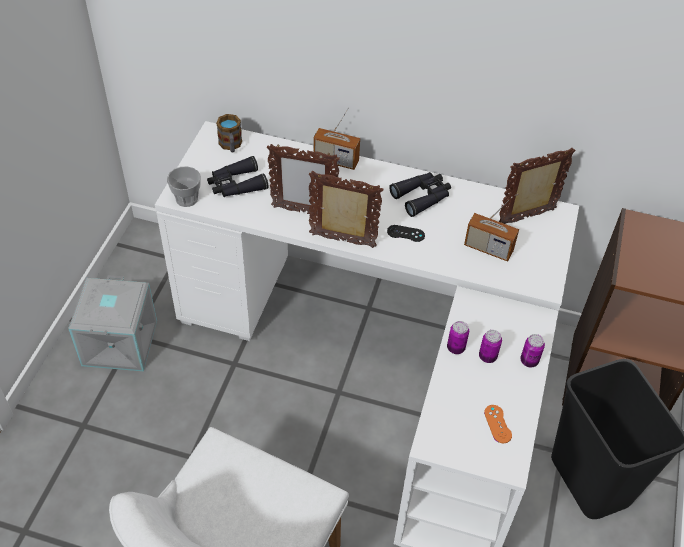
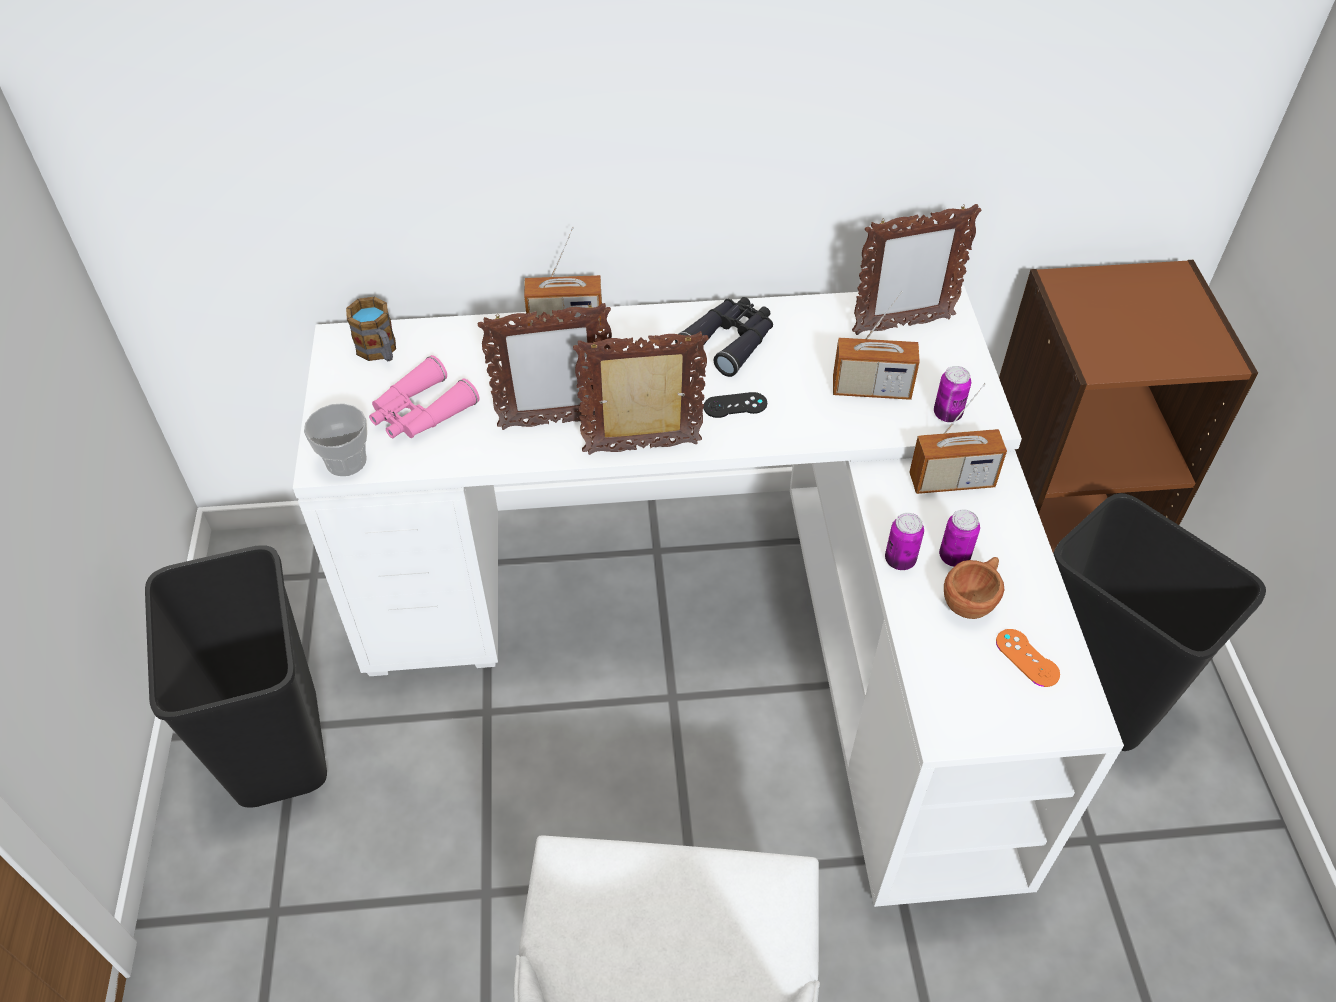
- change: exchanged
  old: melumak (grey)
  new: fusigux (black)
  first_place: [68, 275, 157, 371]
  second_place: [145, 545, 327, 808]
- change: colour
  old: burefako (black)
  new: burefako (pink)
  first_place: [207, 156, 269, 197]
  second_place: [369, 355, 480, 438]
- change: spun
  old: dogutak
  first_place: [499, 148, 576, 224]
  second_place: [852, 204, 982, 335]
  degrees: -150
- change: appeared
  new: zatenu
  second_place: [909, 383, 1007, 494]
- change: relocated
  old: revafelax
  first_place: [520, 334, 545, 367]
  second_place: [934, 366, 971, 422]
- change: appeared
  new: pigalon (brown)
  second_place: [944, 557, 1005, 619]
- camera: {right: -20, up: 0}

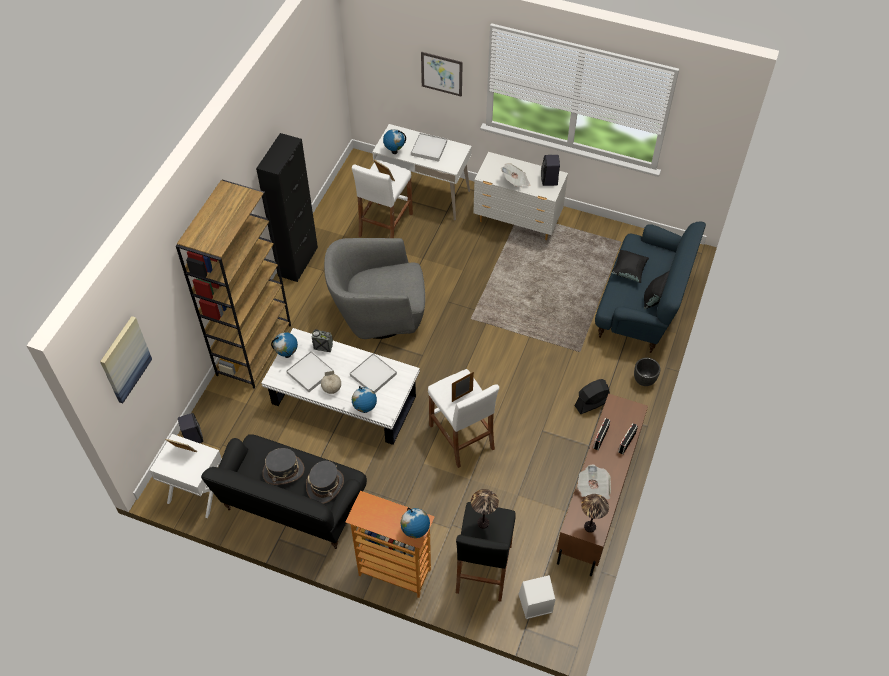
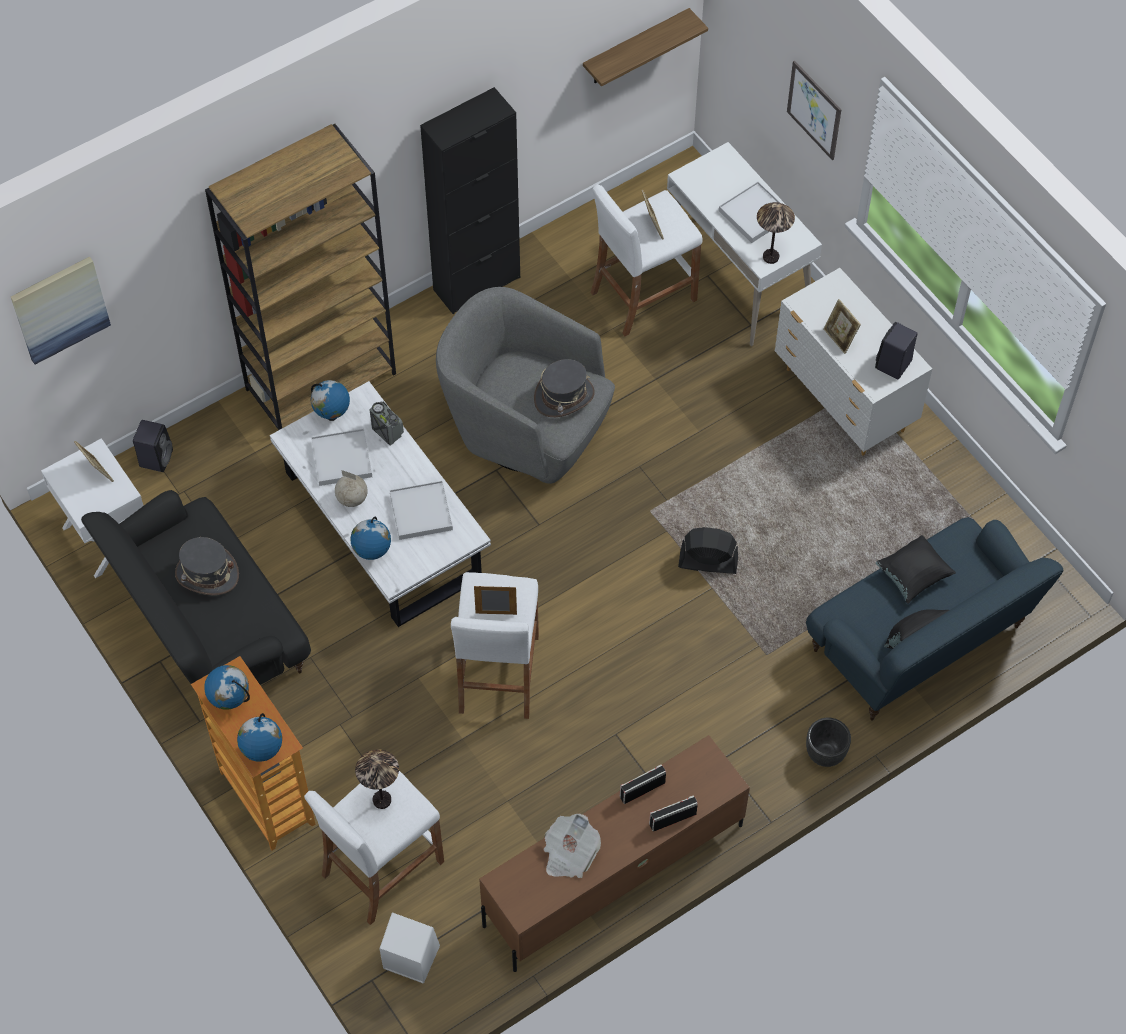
- change: relocated
  old: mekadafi
  first_place: [383, 129, 406, 154]
  second_place: [204, 665, 250, 710]
- change: colour
  old: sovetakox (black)
  new: sovetakox (white)
  first_place: [456, 502, 516, 602]
  second_place: [305, 771, 444, 925]
- change: relocated
  old: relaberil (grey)
  first_place: [306, 461, 344, 504]
  second_place: [534, 359, 595, 417]
- change: appeared
  new: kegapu
  second_place: [583, 8, 708, 87]
- change: relocated
  old: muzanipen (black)
  first_place: [574, 379, 610, 414]
  second_place: [678, 527, 738, 574]
- change: relocated
  old: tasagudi
  first_place: [581, 494, 609, 533]
  second_place: [757, 202, 795, 264]
- change: exchanged
  old: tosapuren
  new: dogutak
  first_place: [501, 163, 530, 187]
  second_place: [823, 299, 861, 354]
- camera: {right: 35, up: 5}

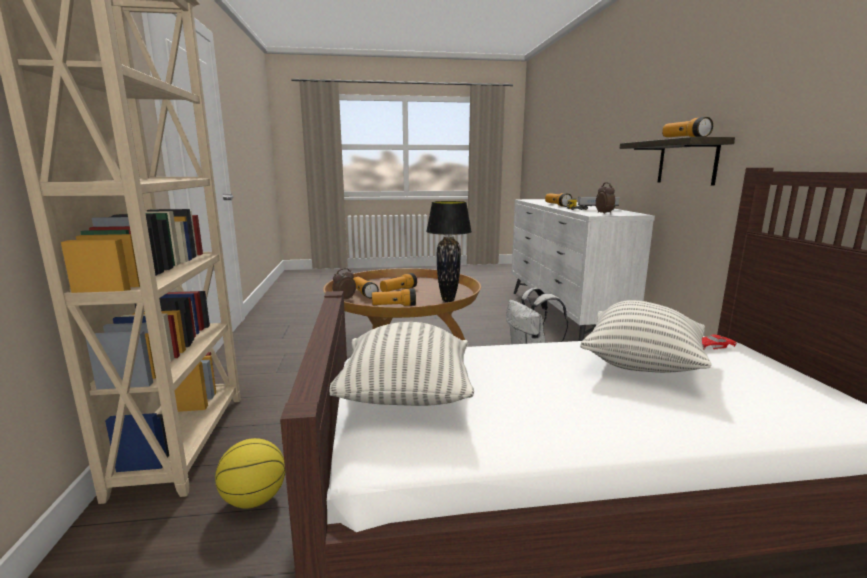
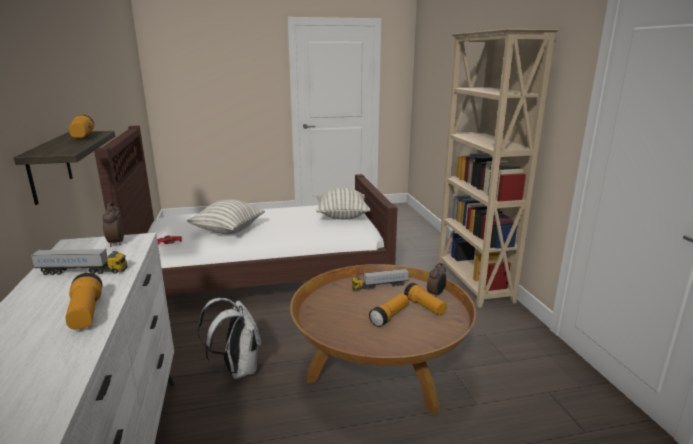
- change: exchanged
  old: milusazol
  new: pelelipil
  first_place: [372, 289, 416, 306]
  second_place: [352, 269, 409, 291]
- change: missing
  old: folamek
  first_place: [215, 438, 285, 508]
- change: missing
  old: tasagudi (black)
  first_place: [426, 201, 472, 302]
- camera: {right: 175, up: 5}

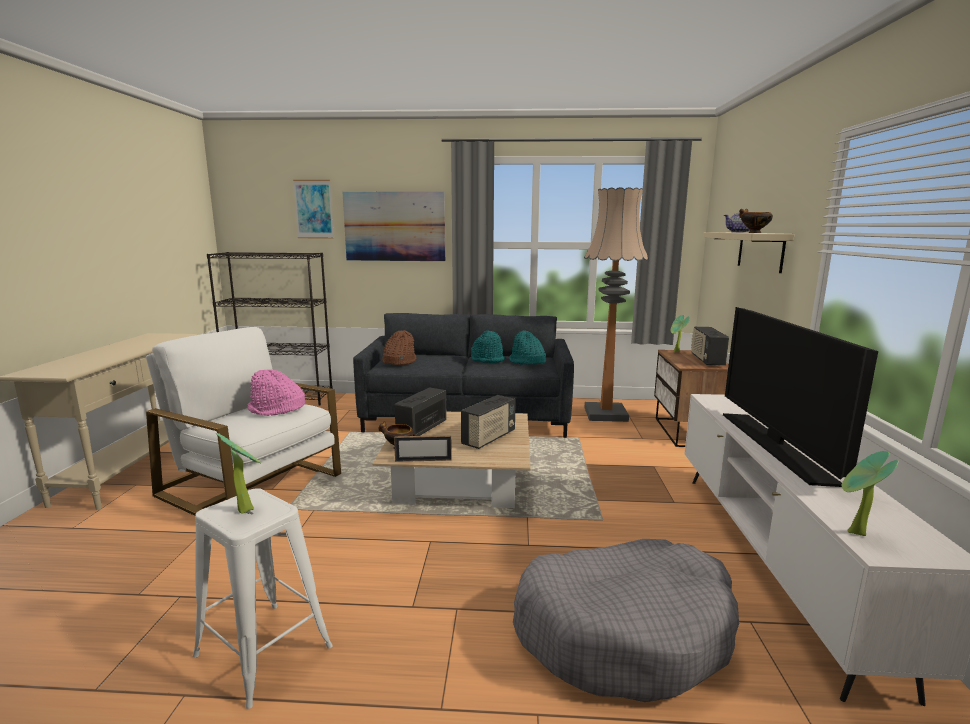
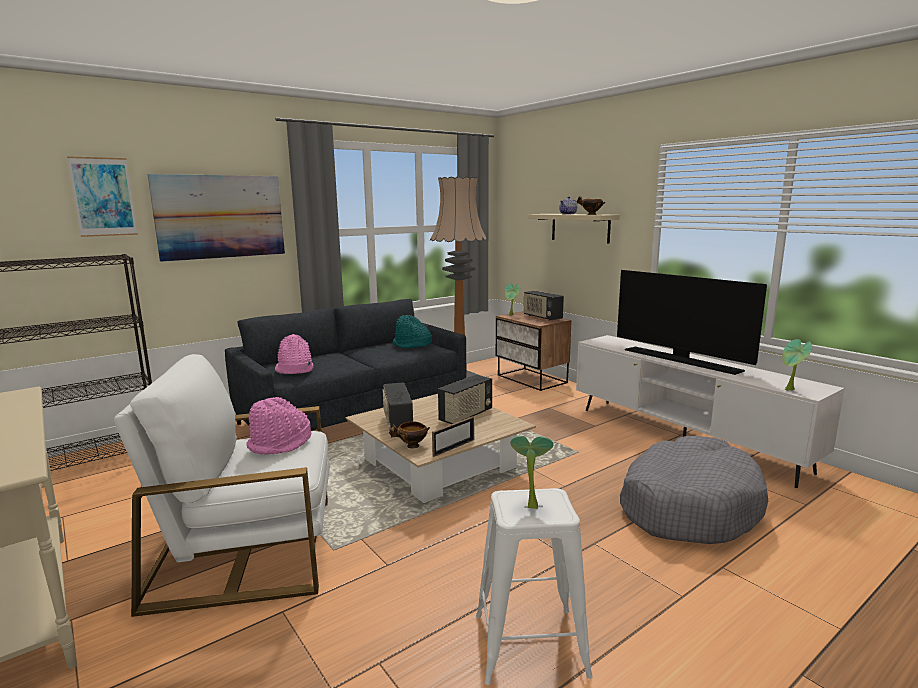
- change: colour
  old: relaberil (brown)
  new: relaberil (pink)
  first_place: [382, 330, 416, 365]
  second_place: [275, 334, 314, 374]
- change: spun
  old: zatenu
  first_place: [461, 395, 516, 449]
  second_place: [438, 375, 492, 424]
  degrees: 45
- change: missing
  old: relaberil (turquoise)
  first_place: [471, 330, 506, 363]
- camera: {right: -40, up: 0}

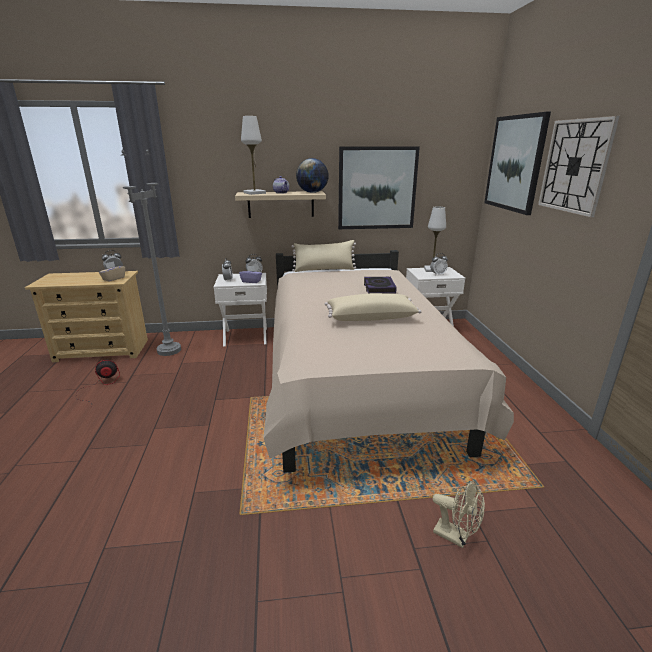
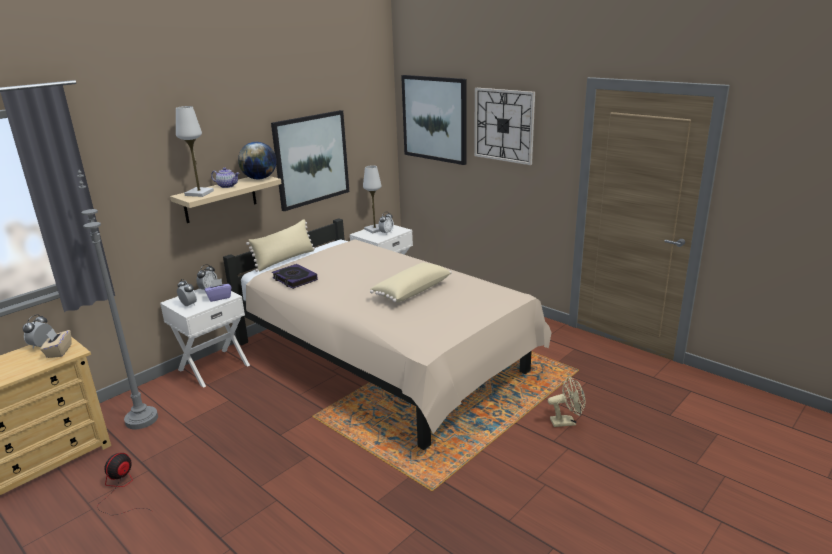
- change: relocated
  old: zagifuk
  first_place: [364, 277, 397, 294]
  second_place: [272, 264, 318, 289]
- camera: {right: -40, up: 0}

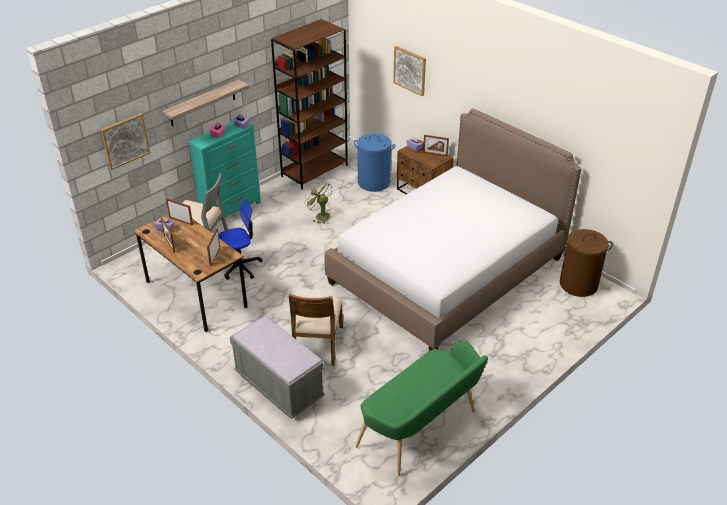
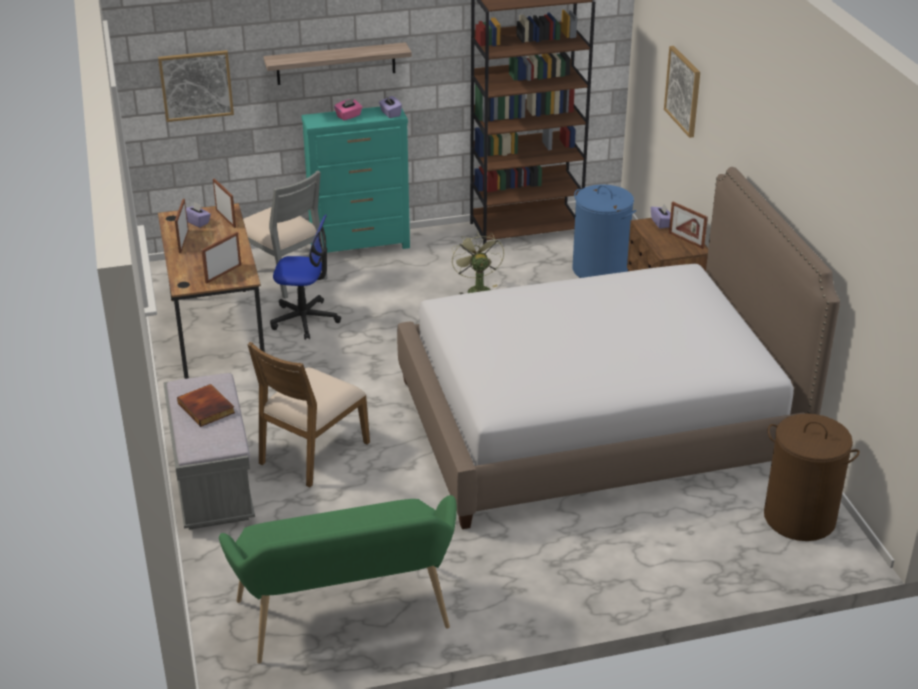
- change: appeared
  new: zagifuk
  second_place: [177, 384, 235, 427]
- camera: {right: 30, up: -5}

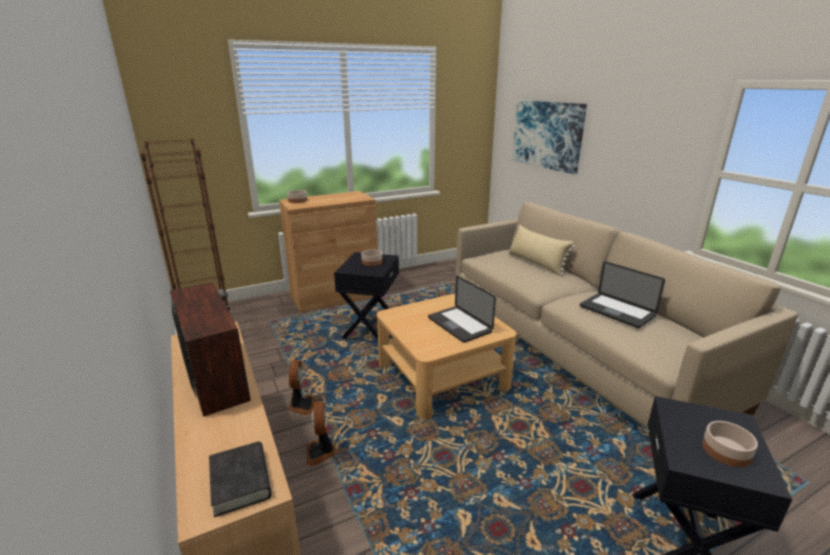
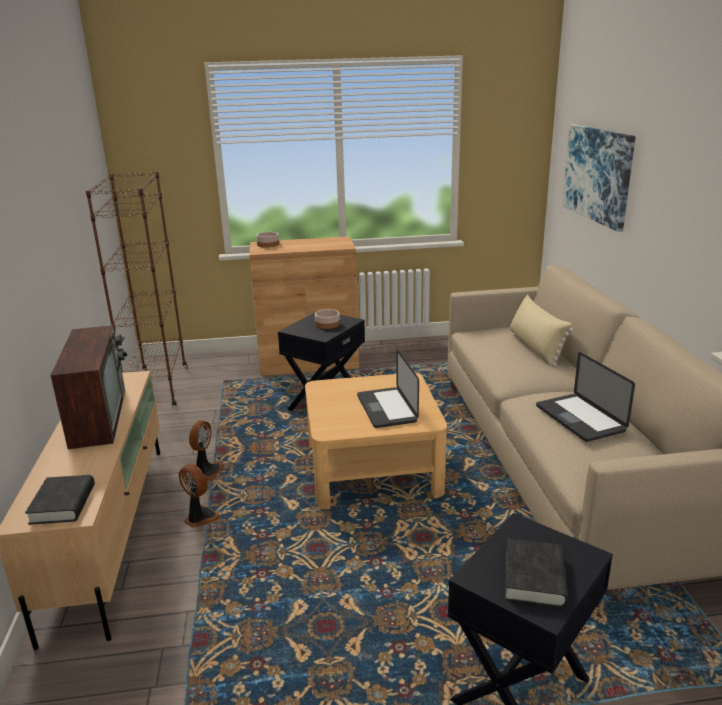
- change: spun
  old: muzanipen
  first_place: [307, 401, 335, 466]
  second_place: [179, 464, 221, 528]
  degrees: 120
- change: exchanged
  old: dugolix
  new: zagifuk (black)
  first_place: [702, 421, 758, 467]
  second_place: [505, 538, 568, 608]
- camera: {right: 20, up: 0}

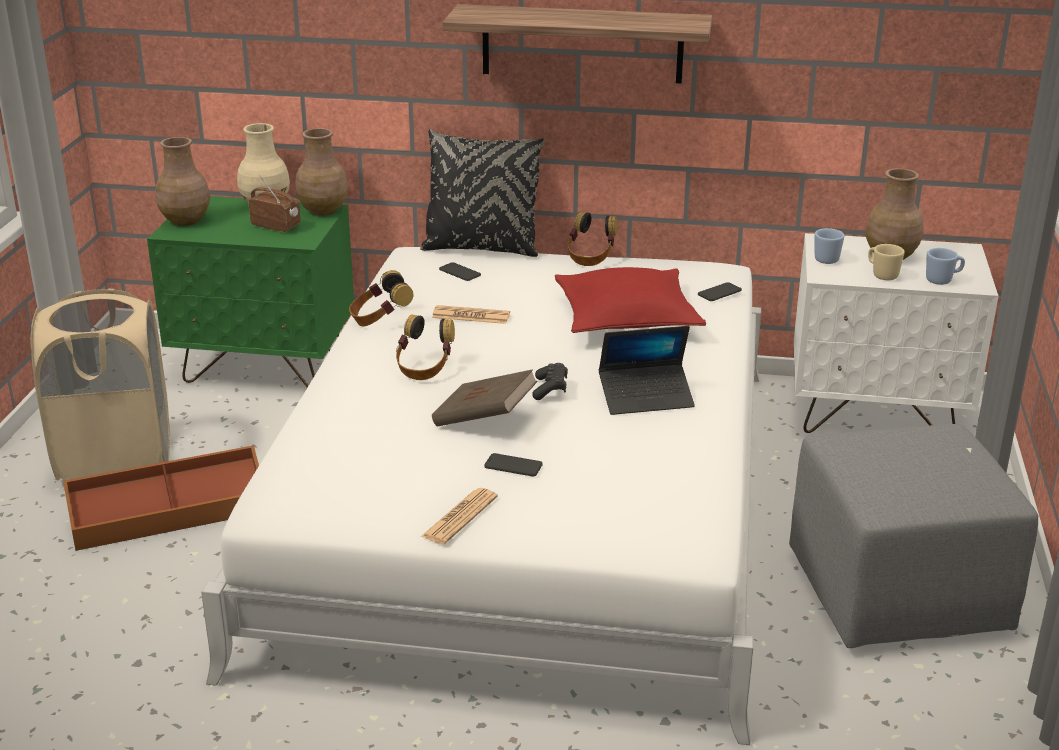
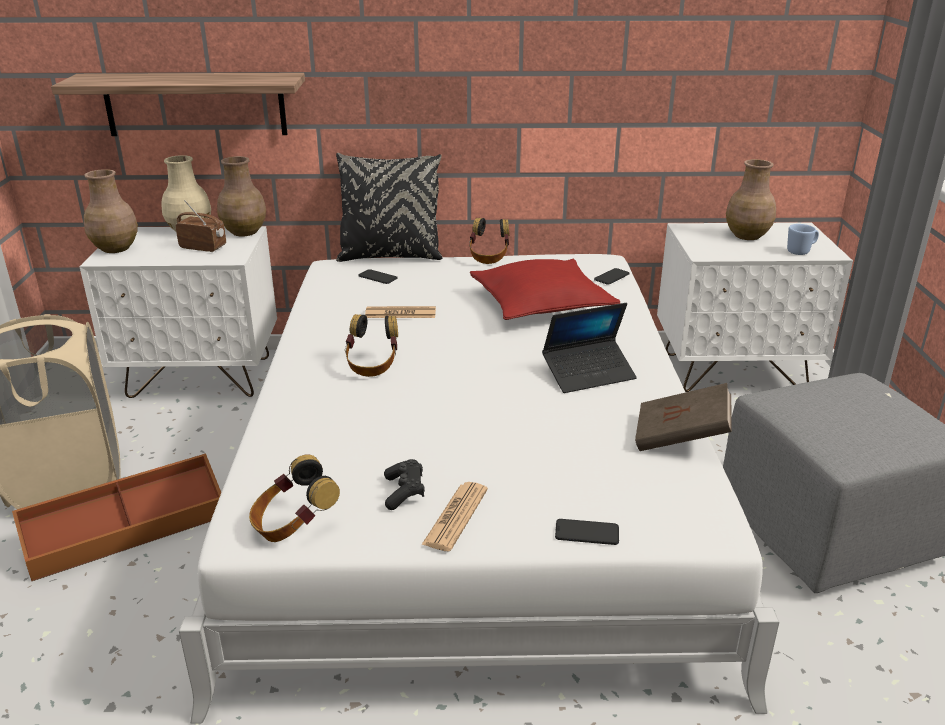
- change: relocated
  old: kegapu
  first_place: [443, 4, 712, 84]
  second_place: [51, 73, 305, 136]
- change: colour
  old: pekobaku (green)
  new: pekobaku (white)
  first_place: [147, 196, 354, 387]
  second_place: [80, 226, 277, 398]
- change: relocated
  old: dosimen
  first_place: [349, 270, 413, 326]
  second_place: [249, 454, 340, 542]
- change: relocated
  old: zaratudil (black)
  first_place: [532, 363, 568, 400]
  second_place: [384, 459, 425, 510]
- change: relocated
  old: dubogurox
  first_place: [484, 453, 543, 476]
  second_place: [555, 519, 619, 545]
- change: relocated
  old: zagifuk (brown)
  first_place: [432, 369, 538, 427]
  second_place: [635, 383, 732, 451]
- change: missing
  old: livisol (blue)
  first_place: [815, 228, 844, 264]
- change: missing
  old: livisol (beige)
  first_place: [868, 244, 905, 280]
- camera: {right: -10, up: 0}

